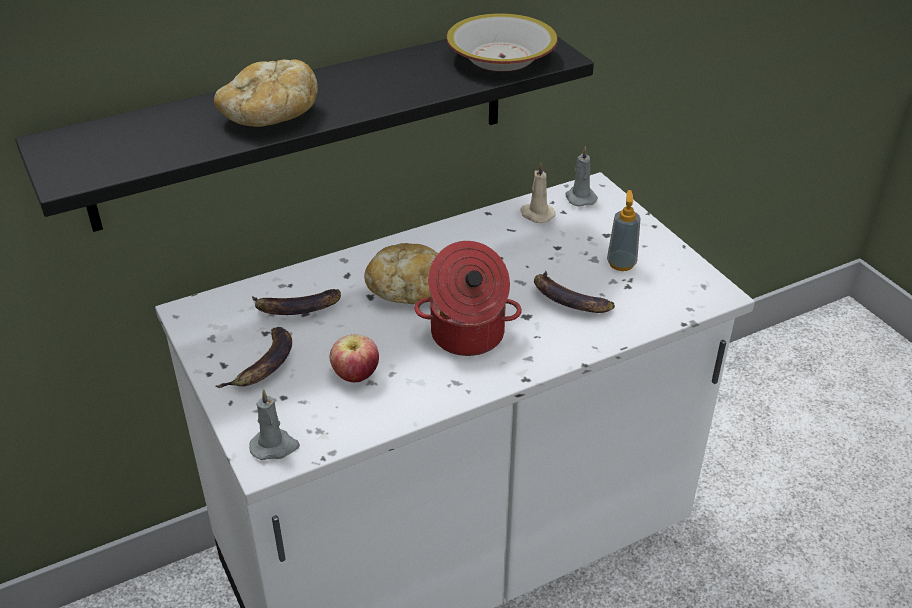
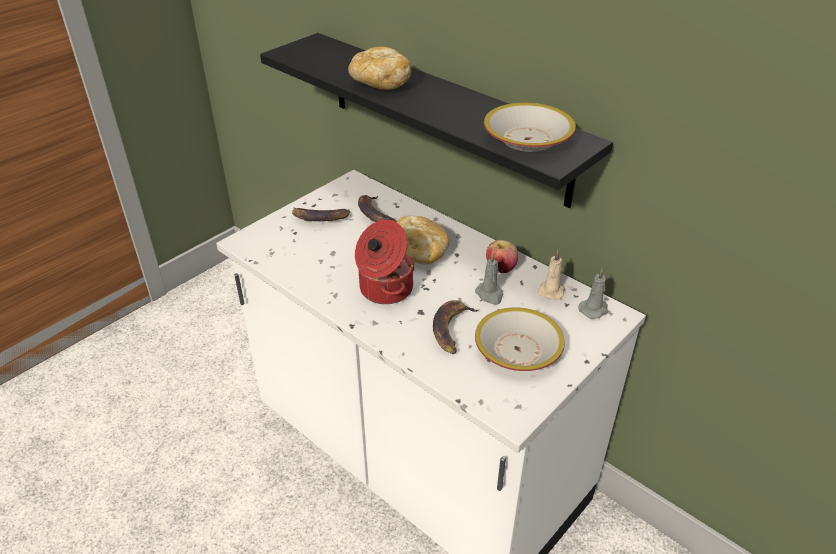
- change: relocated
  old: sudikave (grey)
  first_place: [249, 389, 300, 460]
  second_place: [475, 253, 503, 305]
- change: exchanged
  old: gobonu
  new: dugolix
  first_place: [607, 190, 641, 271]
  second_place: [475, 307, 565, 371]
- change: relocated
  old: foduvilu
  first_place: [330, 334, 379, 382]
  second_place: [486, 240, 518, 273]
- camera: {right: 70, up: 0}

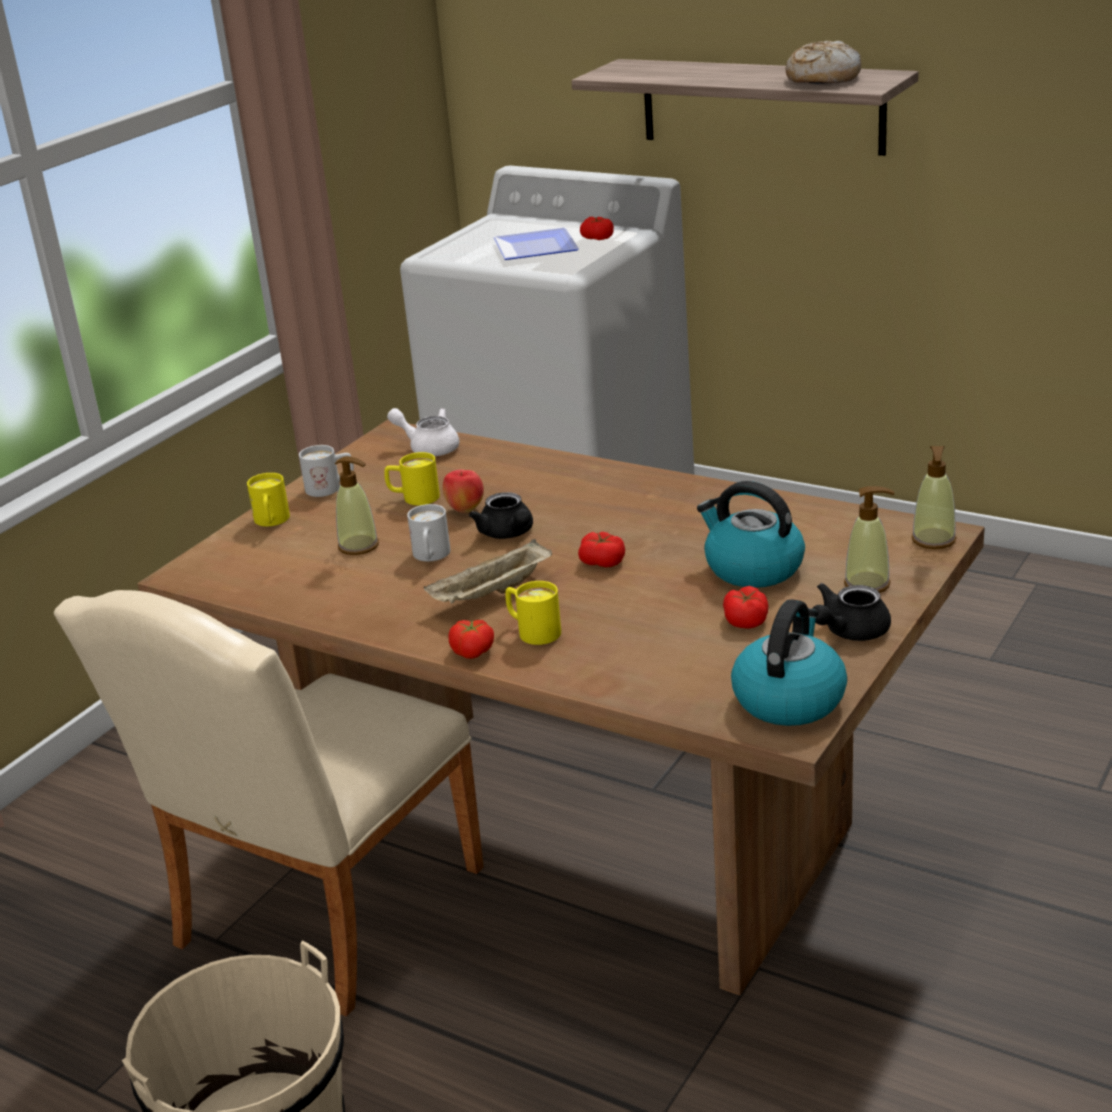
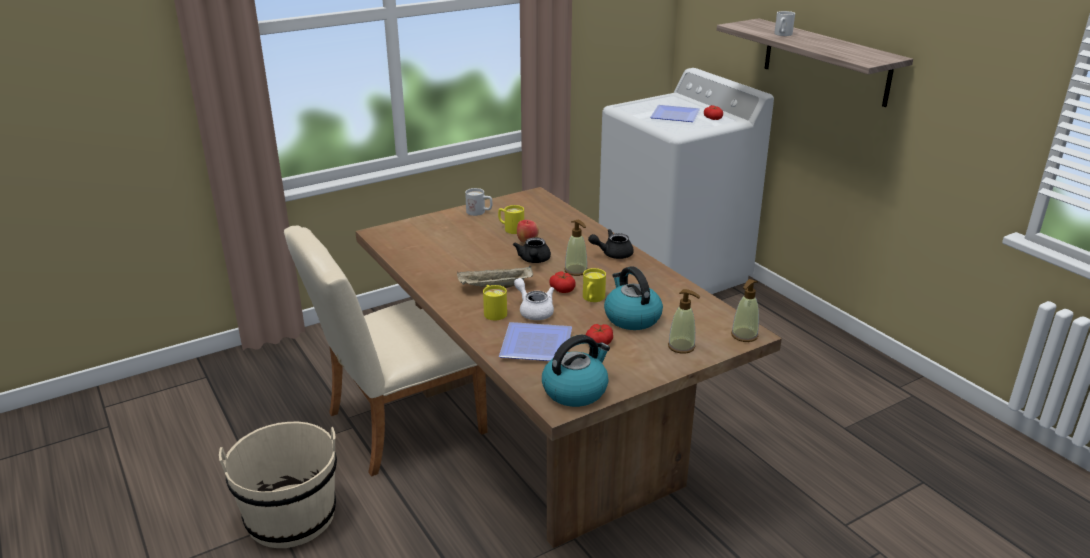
- change: appeared
  new: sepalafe
  second_place: [499, 322, 572, 361]
- change: relocated
  old: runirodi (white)
  first_place: [387, 408, 460, 456]
  second_place: [514, 278, 554, 320]
- change: relocated
  old: gobonu
  first_place: [335, 456, 379, 555]
  second_place: [564, 220, 588, 276]
- change: relocated
  old: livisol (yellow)
  first_place: [247, 473, 290, 526]
  second_place: [583, 268, 606, 302]
- change: relocated
  old: runirodi (black)
  first_place: [812, 583, 891, 641]
  second_place: [588, 229, 634, 259]
- change: relocated
  old: livisol (white)
  first_place: [407, 504, 450, 561]
  second_place: [774, 11, 795, 36]
- change: missing
  old: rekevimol
  first_place: [448, 620, 494, 659]
- change: missing
  old: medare
  first_place: [786, 41, 861, 84]
- camera: {right: 25, up: 0}

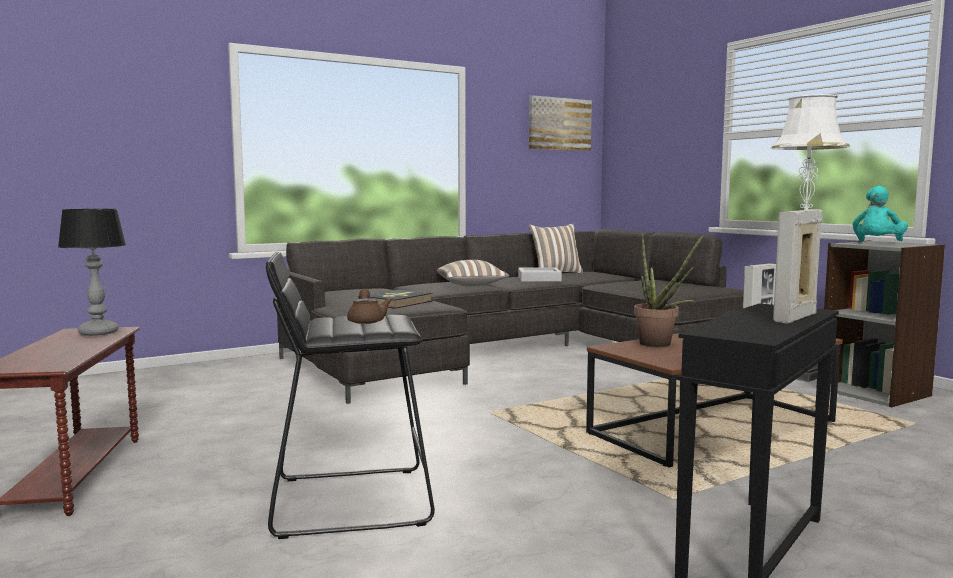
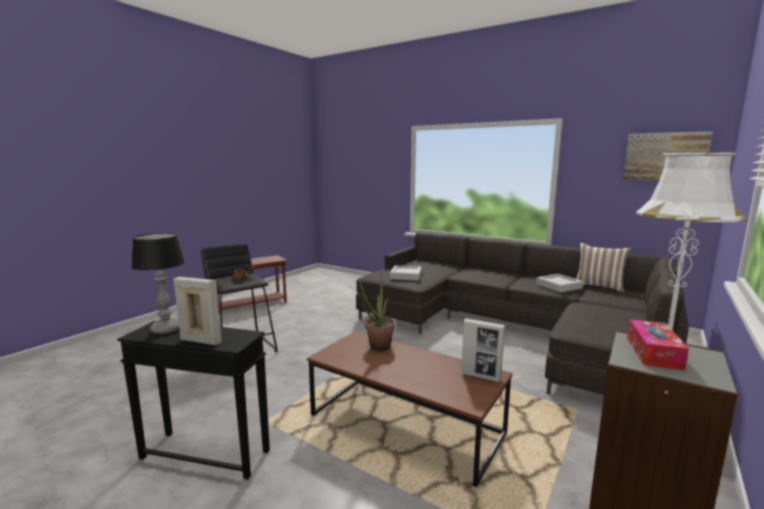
- change: relocated
  old: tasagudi
  first_place: [58, 209, 126, 336]
  second_place: [131, 233, 185, 334]
- change: exchanged
  old: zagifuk
  new: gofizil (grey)
  first_place: [358, 289, 433, 309]
  second_place: [390, 265, 422, 281]
- change: exchanged
  old: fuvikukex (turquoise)
  new: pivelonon
  first_place: [853, 186, 908, 242]
  second_place: [627, 319, 689, 371]
- change: missing
  old: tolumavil
  first_place: [437, 260, 509, 287]
- camera: {right: 65, up: 5}

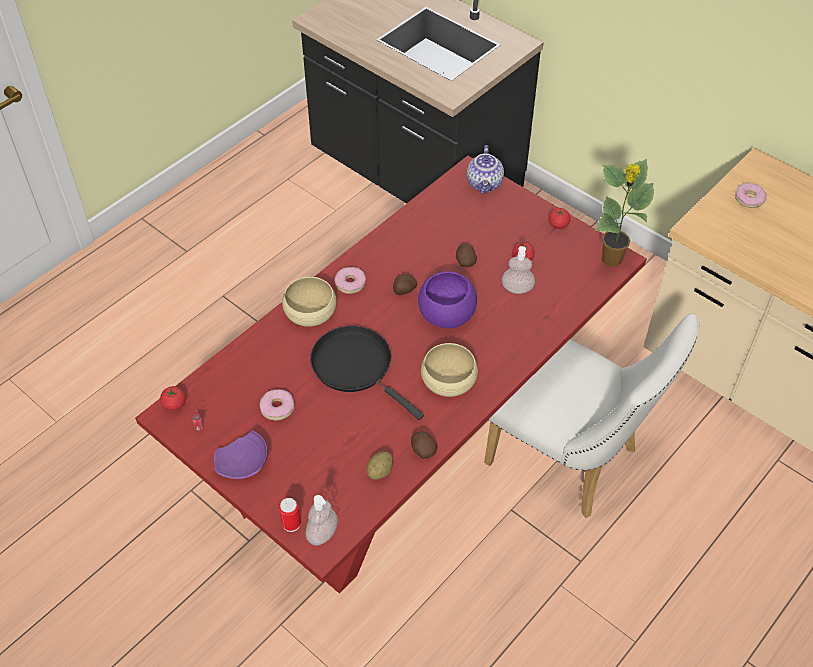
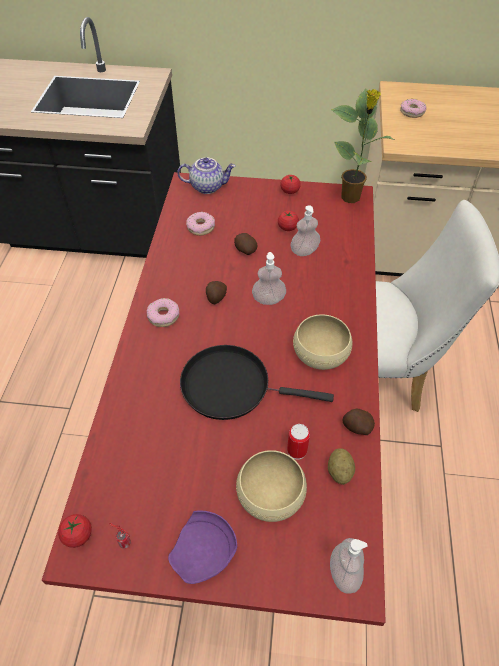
- change: spun
  old: runirodi
  first_place: [467, 145, 504, 194]
  second_place: [177, 157, 236, 194]
  degrees: -60
- change: relocated
  old: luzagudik
  first_place: [259, 389, 294, 421]
  second_place: [186, 212, 215, 236]
- change: relocated
  old: dugolix (beige)
  first_place: [282, 277, 337, 327]
  second_place: [236, 450, 307, 522]
- change: exchanged
  old: dugolix (purple)
  new: gobonu
  first_place: [418, 271, 477, 328]
  second_place: [252, 252, 286, 305]
- change: relocated
  old: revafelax
  first_place: [279, 498, 301, 532]
  second_place: [287, 424, 310, 460]
- camera: {right: -35, up: 0}

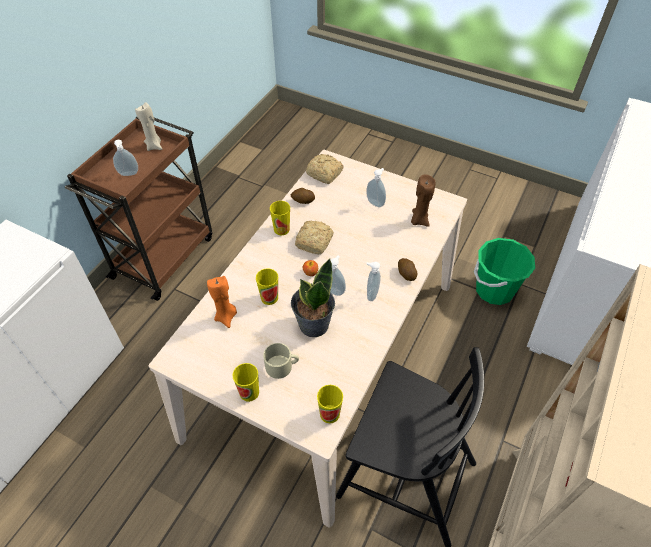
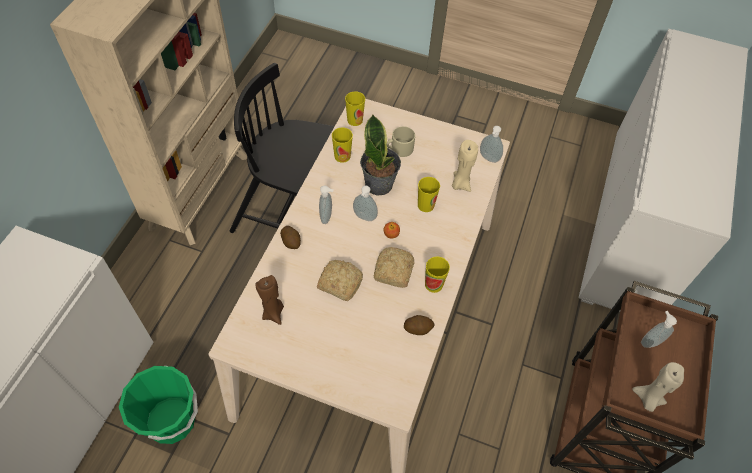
- change: relocated
  old: medare
  first_place: [306, 154, 344, 184]
  second_place: [317, 260, 363, 301]
- change: relocated
  old: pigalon
  first_place: [233, 363, 259, 402]
  second_place: [332, 128, 353, 163]
- change: colour
  old: sudikave (orange)
  new: sudikave (beige)
  first_place: [207, 276, 237, 328]
  second_place: [452, 140, 478, 192]
- change: relocated
  old: gobonu
  first_place: [366, 168, 386, 207]
  second_place: [480, 126, 503, 163]
- camera: {right: 170, up: 5}

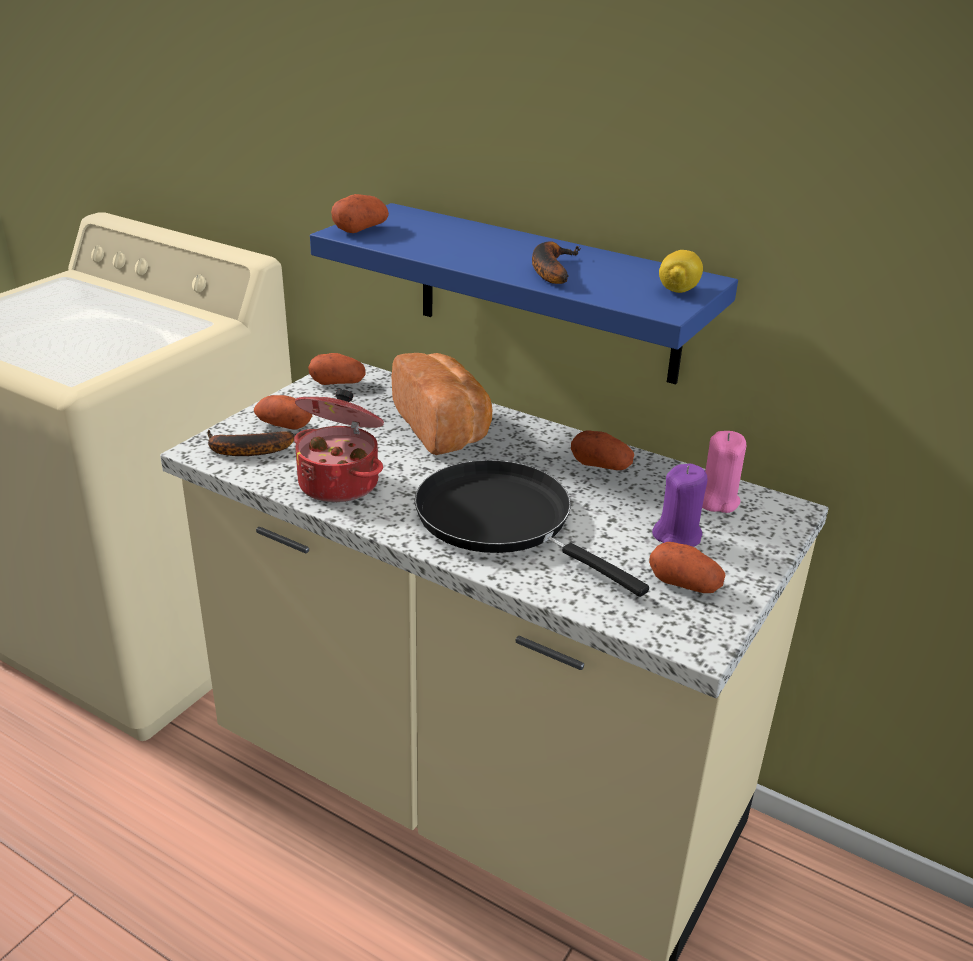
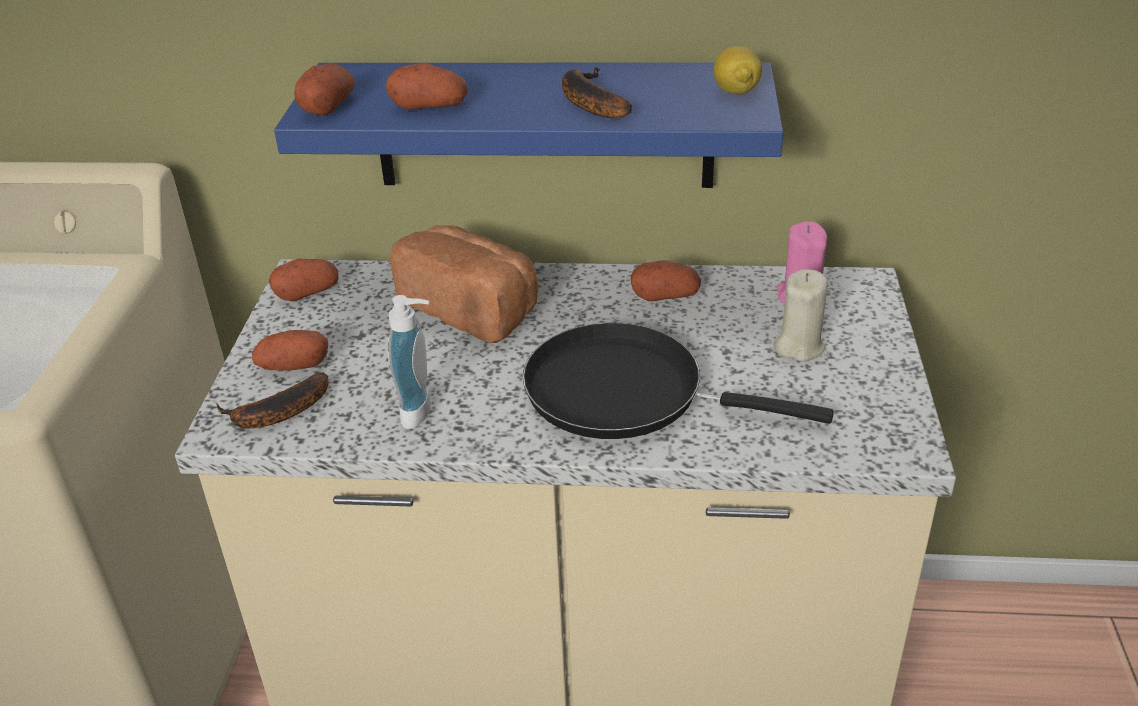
- change: relocated
  old: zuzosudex
  first_place: [649, 542, 726, 593]
  second_place: [386, 63, 467, 110]
- change: exchanged
  old: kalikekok
  new: gobonu
  first_place: [294, 389, 384, 503]
  second_place: [388, 295, 431, 429]
- change: colour
  old: sudikave (purple)
  new: sudikave (beige)
  first_place: [652, 464, 707, 547]
  second_place: [773, 269, 828, 362]
- camera: {right: -25, up: 5}

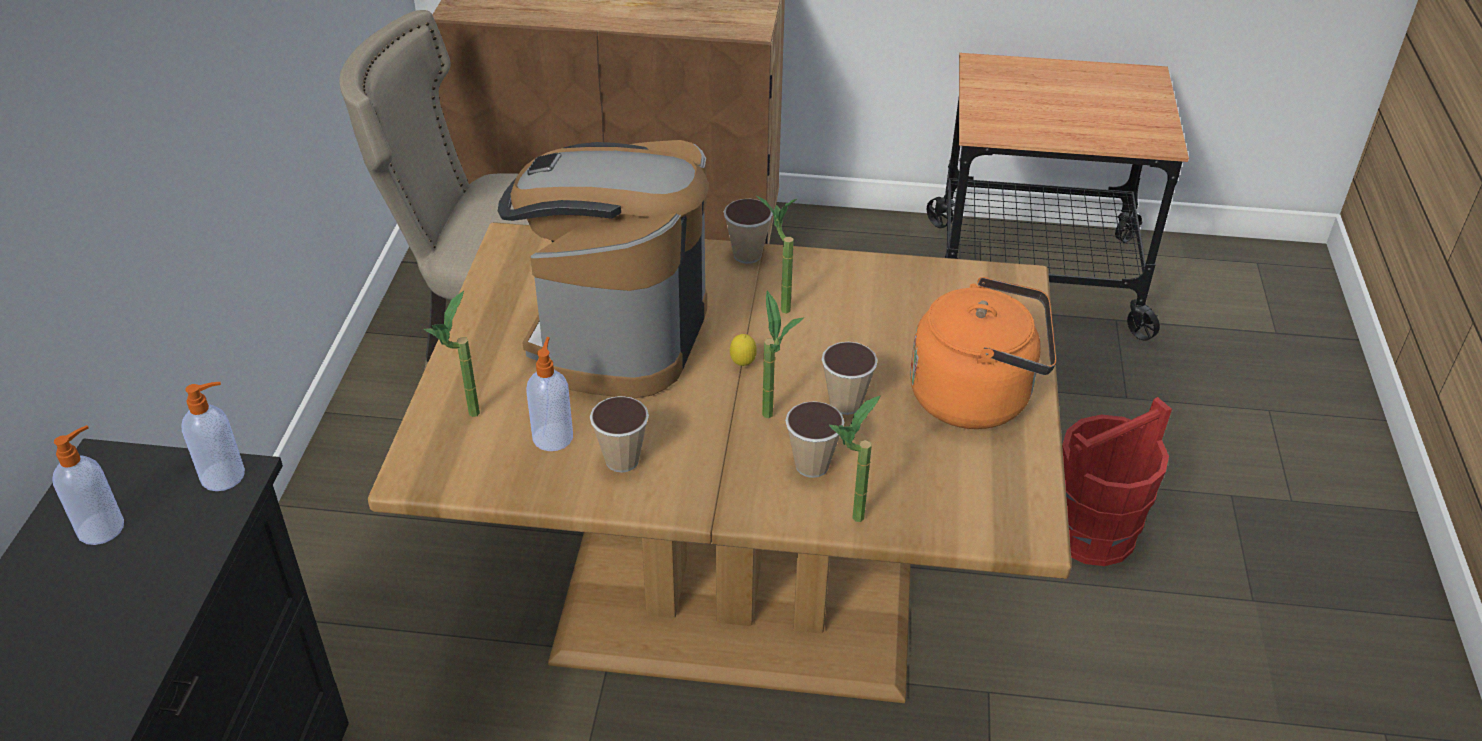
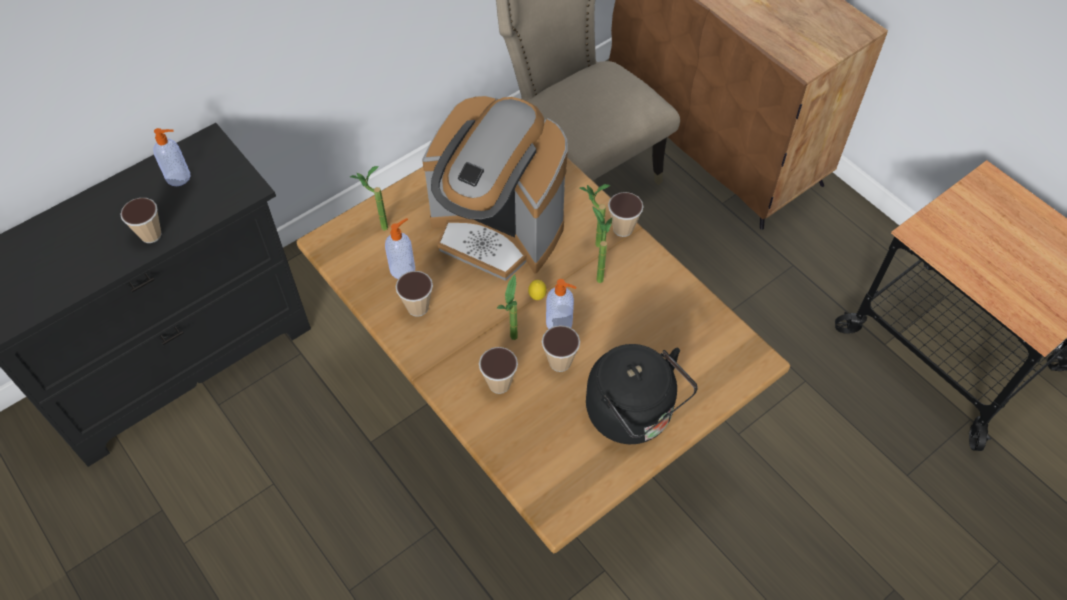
- change: appeared
  new: pigalon
  second_place: [120, 198, 162, 243]
- change: spun
  old: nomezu
  first_place: [498, 140, 709, 398]
  second_place: [422, 96, 568, 281]
  degrees: -120
- change: relocated
  old: gobonu
  first_place: [182, 382, 245, 491]
  second_place: [546, 279, 576, 329]
- change: relocated
  old: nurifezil
  first_place: [829, 396, 880, 522]
  second_place: [580, 184, 610, 247]
- change: colour
  old: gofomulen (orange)
  new: gofomulen (black)
  first_place: [910, 277, 1056, 429]
  second_place: [586, 344, 698, 444]
- change: missing
  old: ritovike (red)
  first_place: [1062, 397, 1172, 566]
- camera: {right: 45, up: 15}

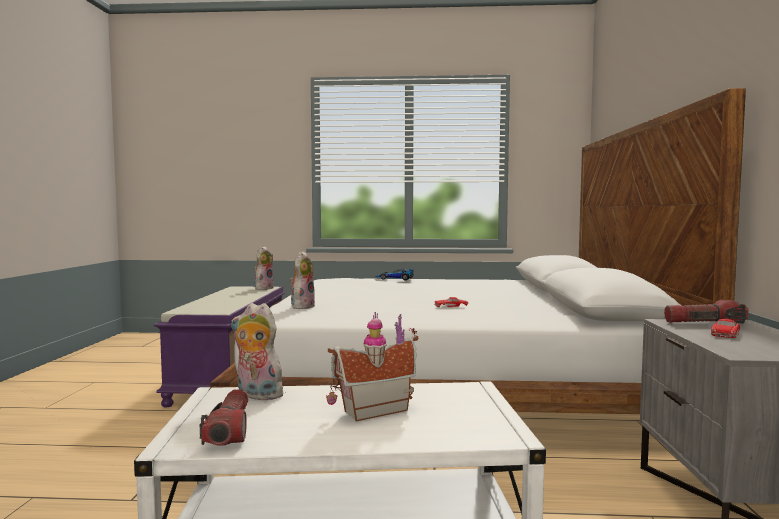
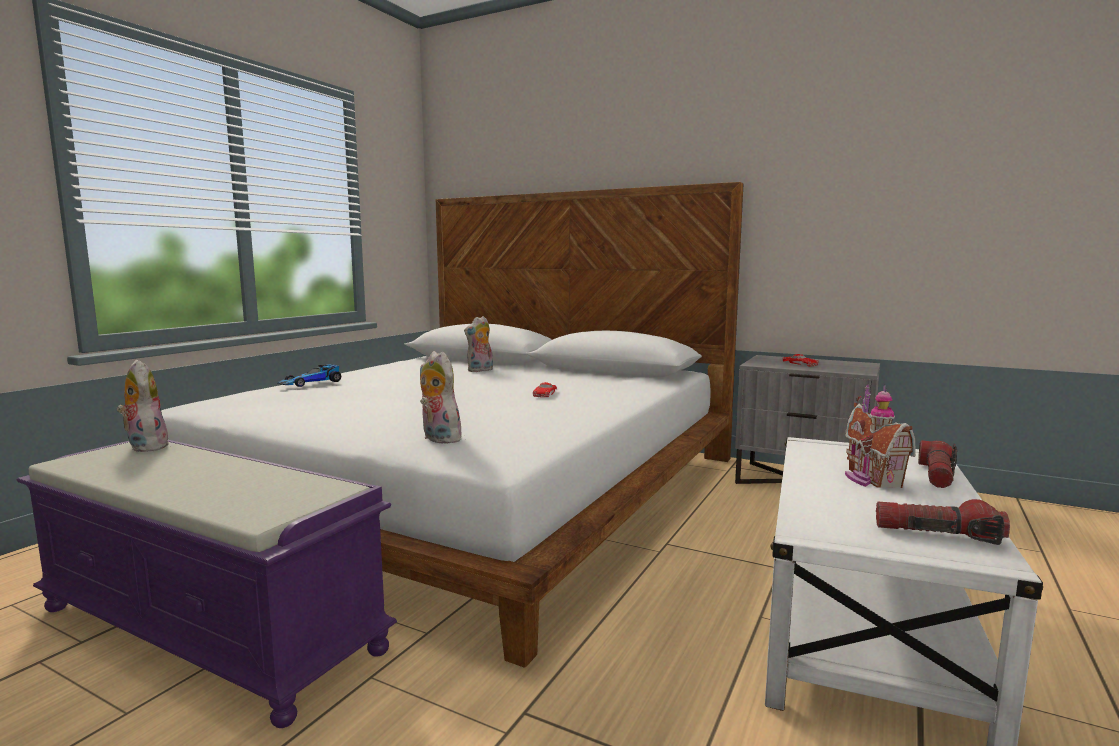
- change: relocated
  old: fuvikukex
  first_place: [231, 303, 283, 402]
  second_place: [464, 316, 493, 372]
- change: relocated
  old: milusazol
  first_place: [664, 300, 749, 324]
  second_place: [918, 440, 958, 488]
- camera: {right: -65, up: 5}

